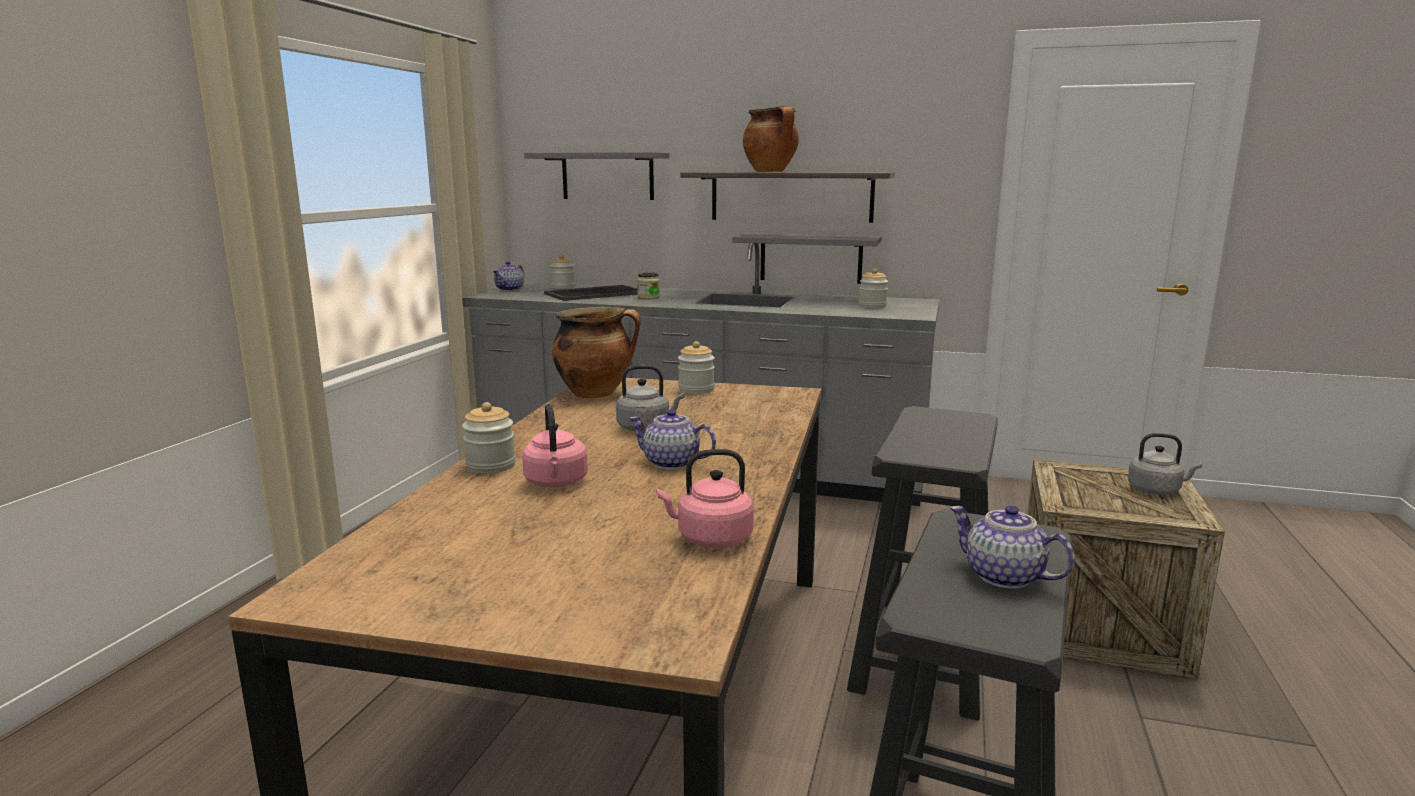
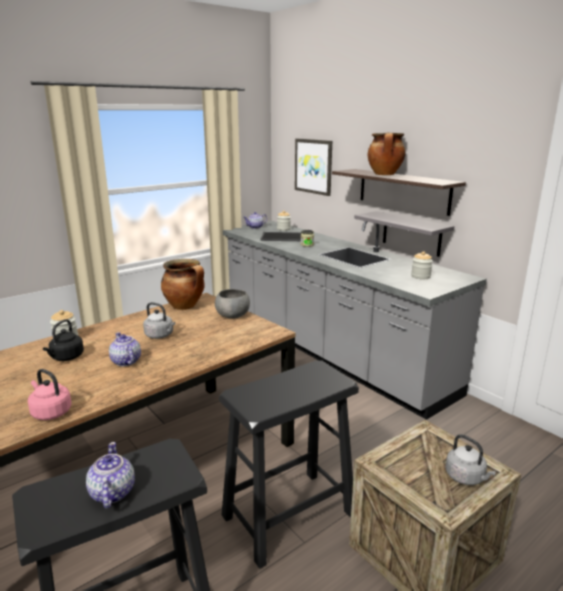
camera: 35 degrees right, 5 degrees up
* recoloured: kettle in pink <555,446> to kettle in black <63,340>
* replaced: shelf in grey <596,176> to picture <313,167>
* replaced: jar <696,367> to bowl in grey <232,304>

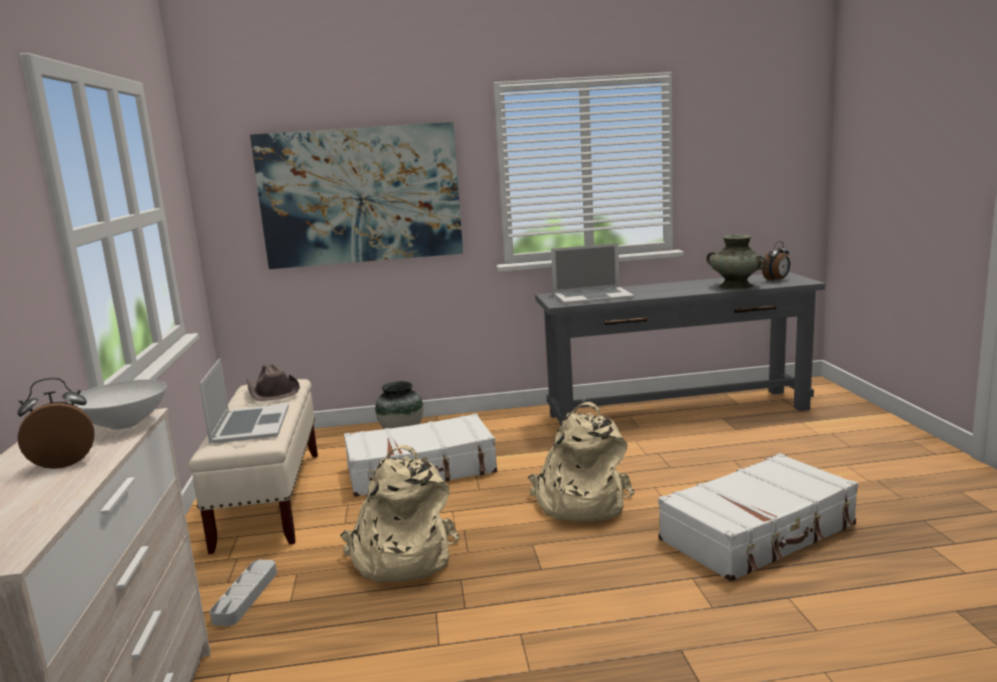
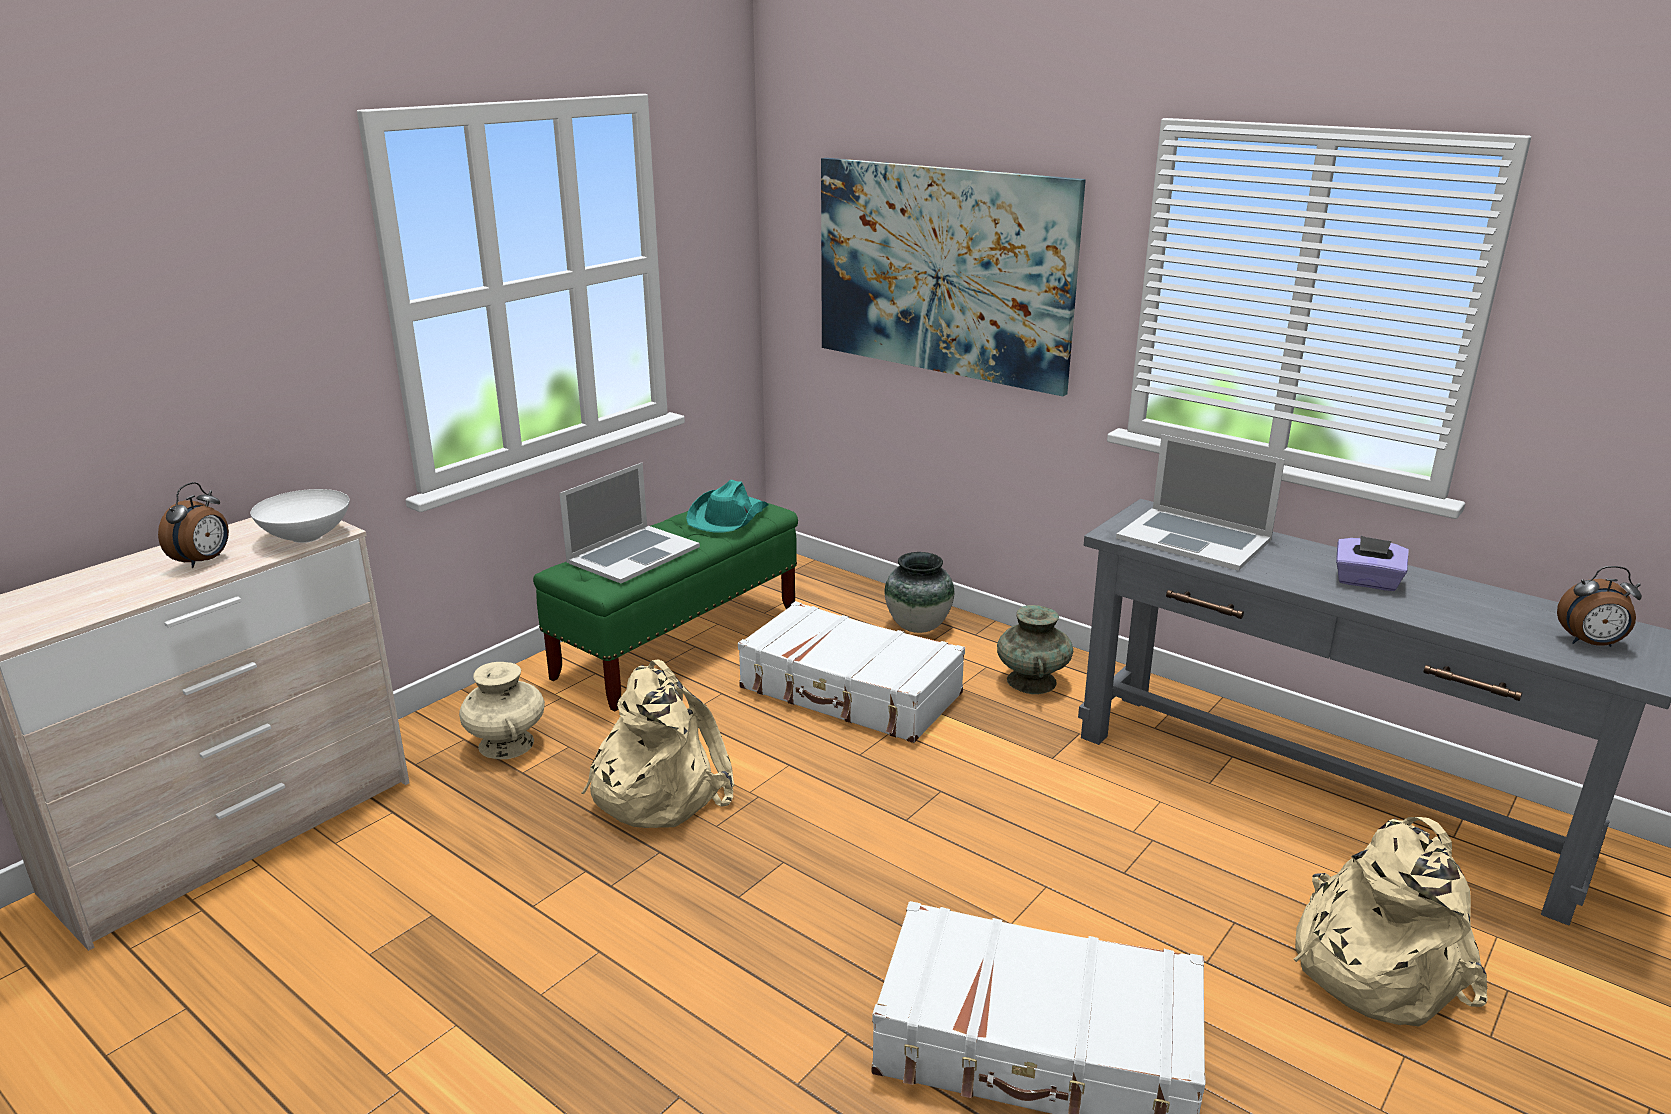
camera: 45 degrees right, 10 degrees up
* turned: alarm clock <55,423> = <193,525> 90 degrees clockwise
* recoloured: bench in beige <253,466> to bench in green <665,607>
* replaced: tray in grey <243,593> to vase in beige <502,710>
* recoloured: hat in brown <273,382> to hat in turquoise <727,506>
* moved: backpack in beige <581,462> to <1390,922>
* moved: vase in turquoise <736,261> to <1035,649>
* added: tissue box in purple <1372,563>

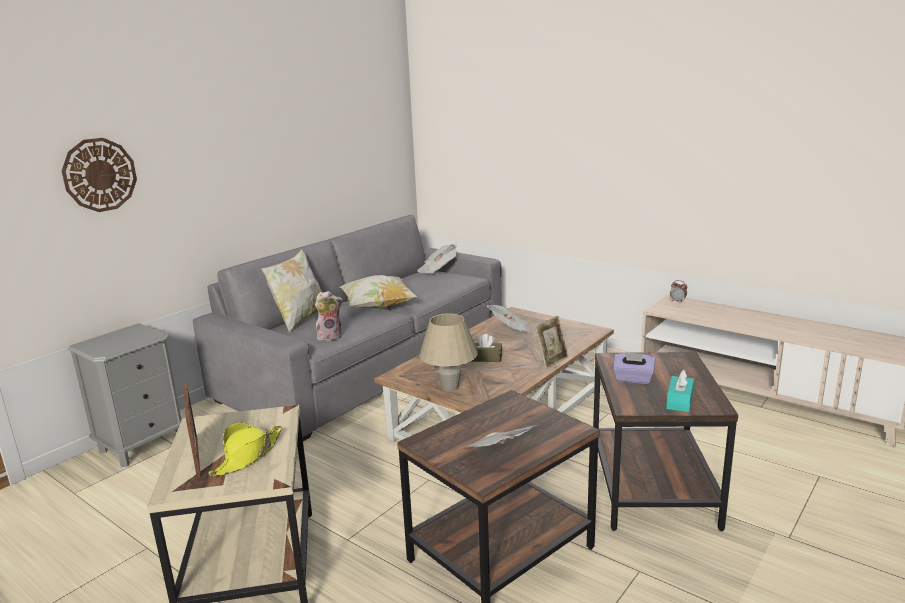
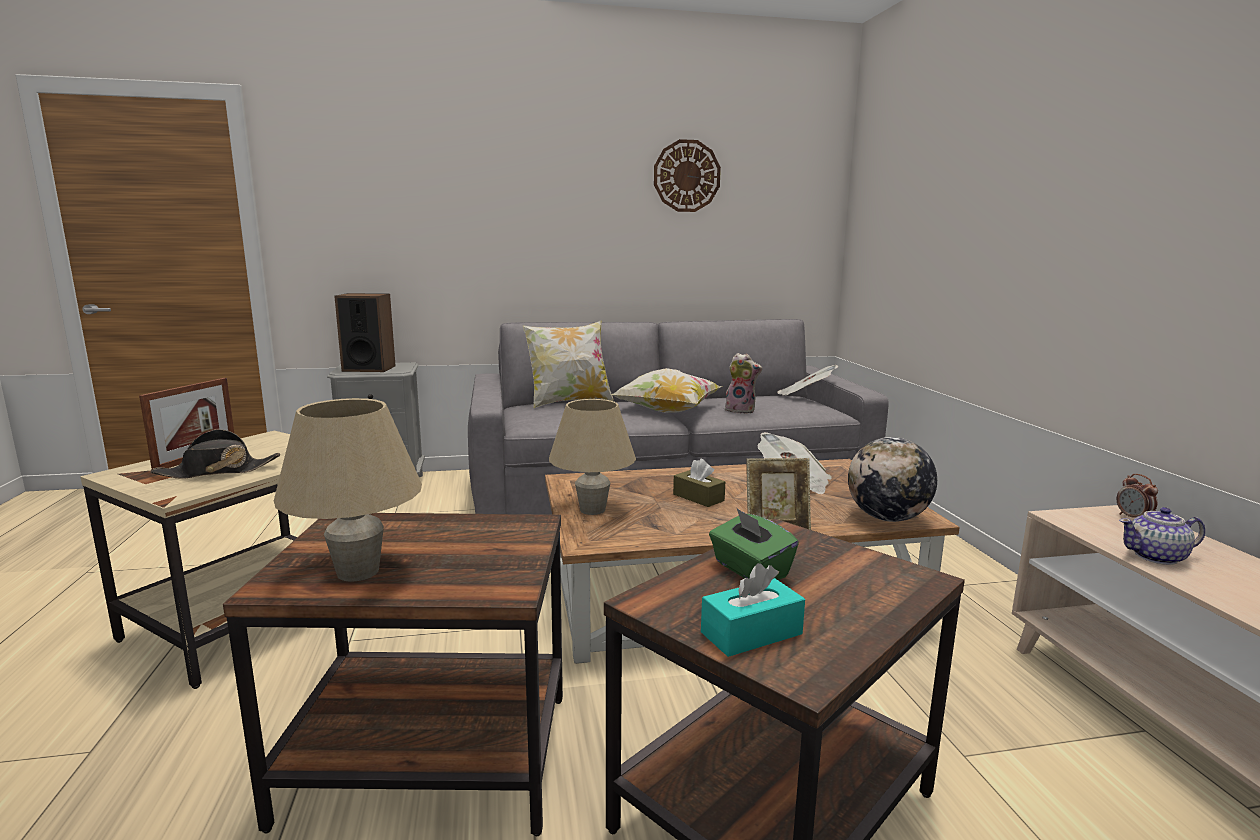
camera: 40 degrees right, 5 degrees down
* moved: wall clock <99,175> to <687,175>
* recoloured: hat in yellow <245,449> to hat in black <215,454>
* moved: plush toy <329,316> to <742,383>
* replaced: newspaper <499,436> to table lamp in beige <348,490>
* recoloured: tissue box in purple <634,368> to tissue box in green <754,544>
* added: speaker <365,332>
* added: globe <892,479>
* added: teapot <1162,536>

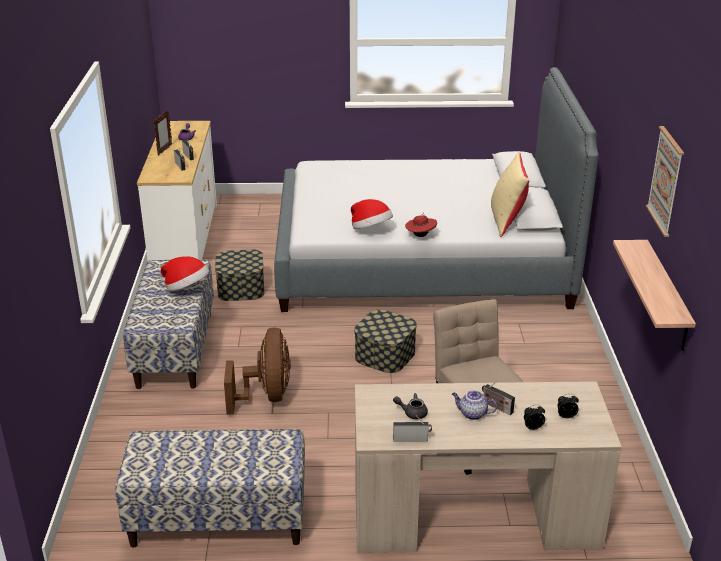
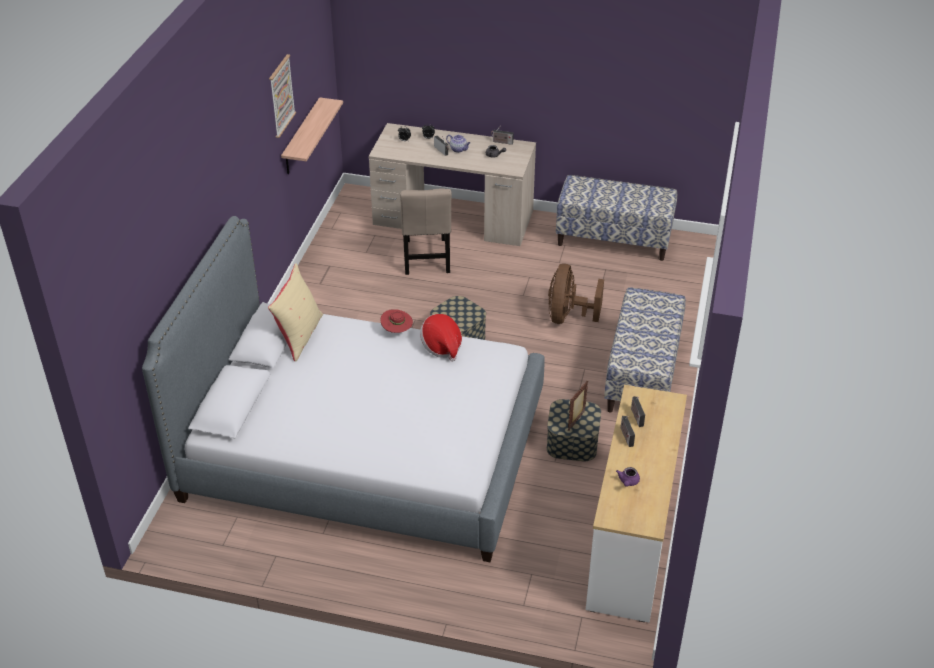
camera: 165 degrees left, 10 degrees up
* moved: picture frame <162,132> to <578,406>
* removed: hat <185,273>

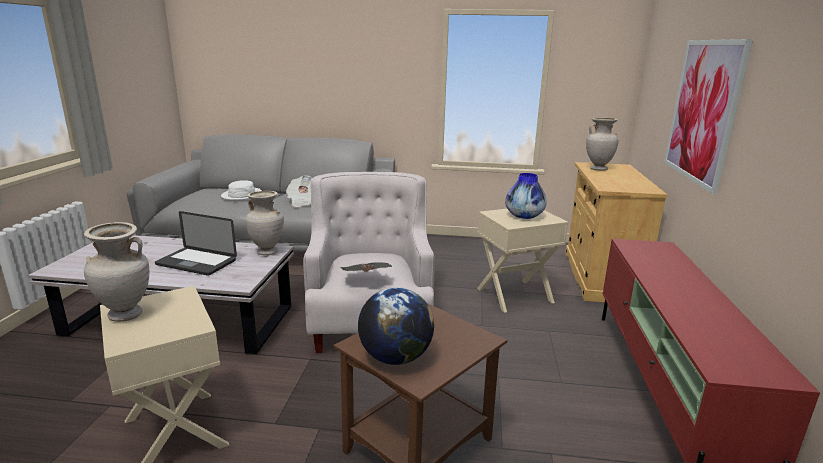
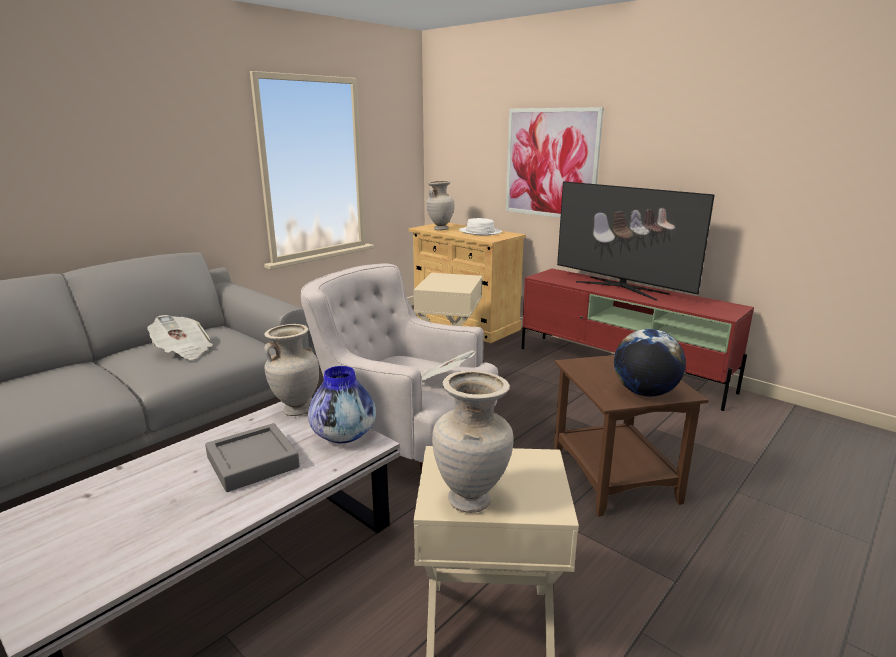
camera: 55 degrees left, 0 degrees up
* replaced: laptop <196,243> to tray in grey <252,457>
* moved: hat in white <241,190> to <480,227>
* moved: vase <526,196> to <342,404>
* added: television <636,240>

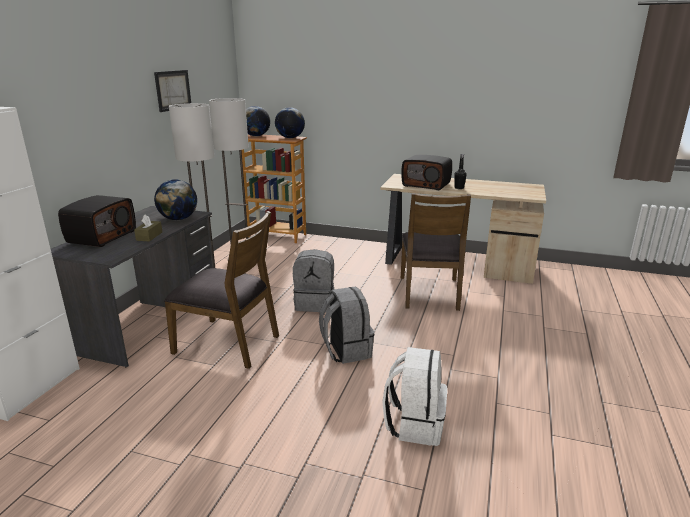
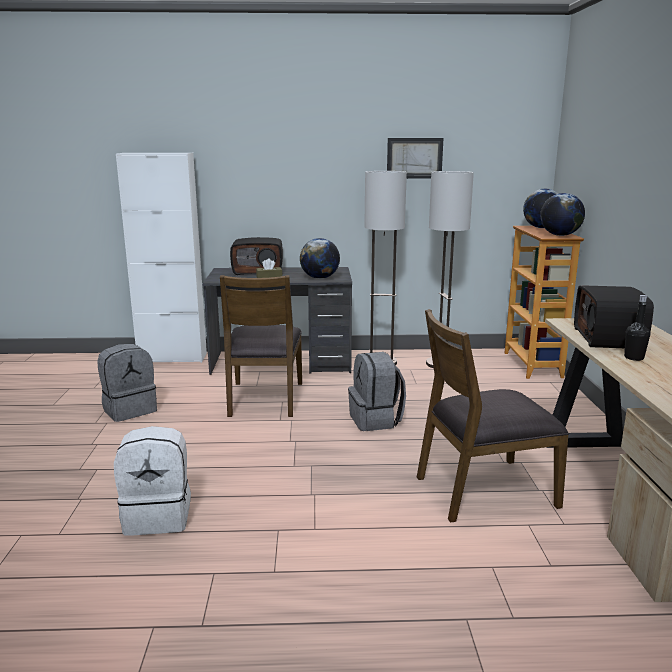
camera: 70 degrees right, 5 degrees down
* moved: backpack in grey <346,325> to <127,383>

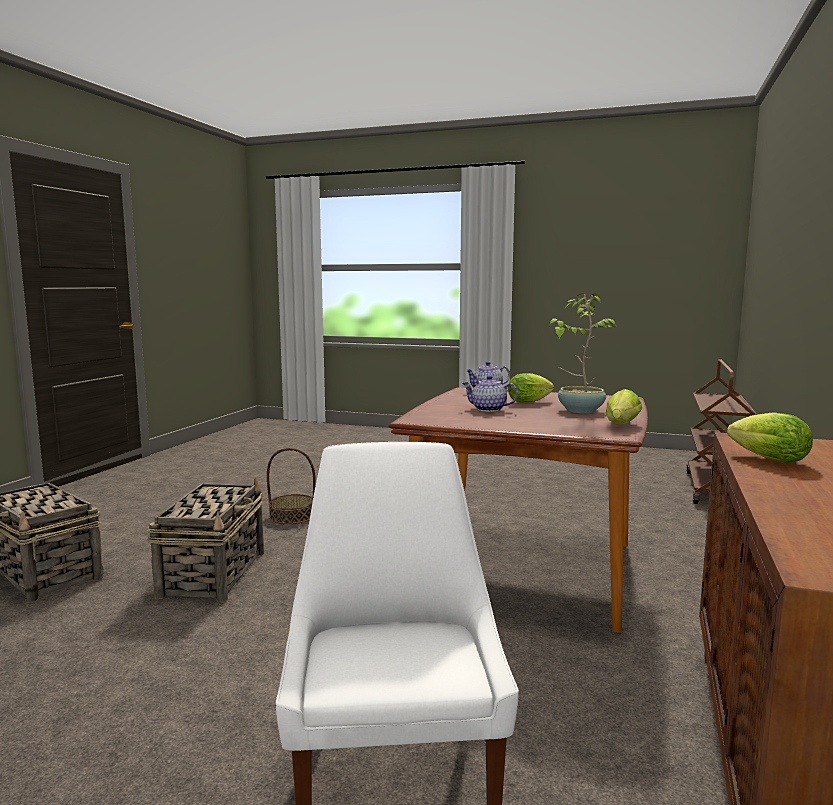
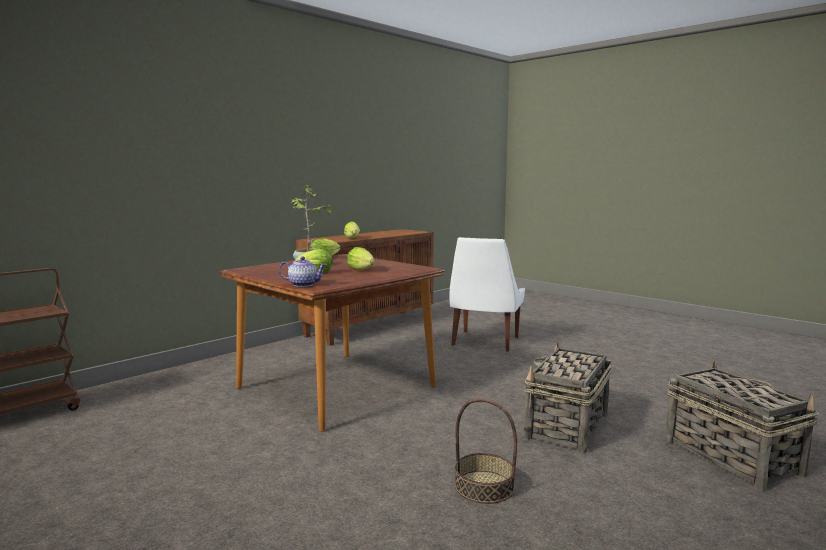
camera: 155 degrees left, 0 degrees up
* replaced: teapot <490,393> to lettuce <361,258>

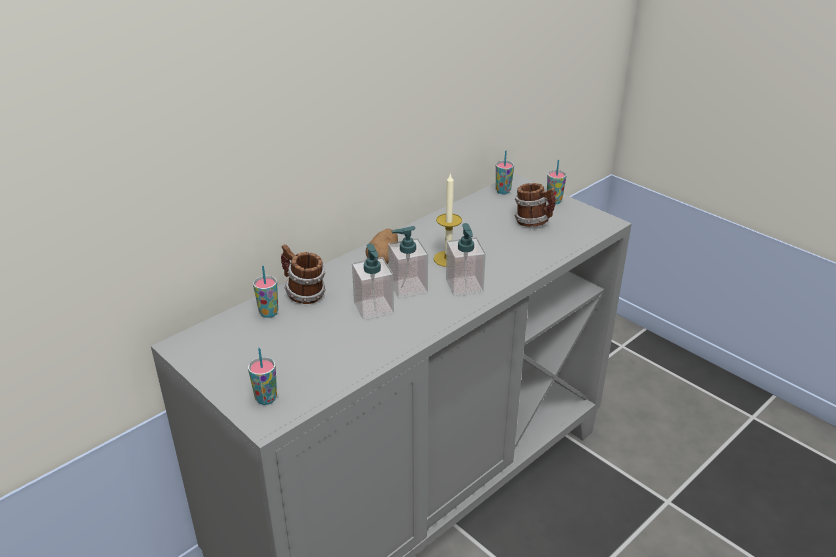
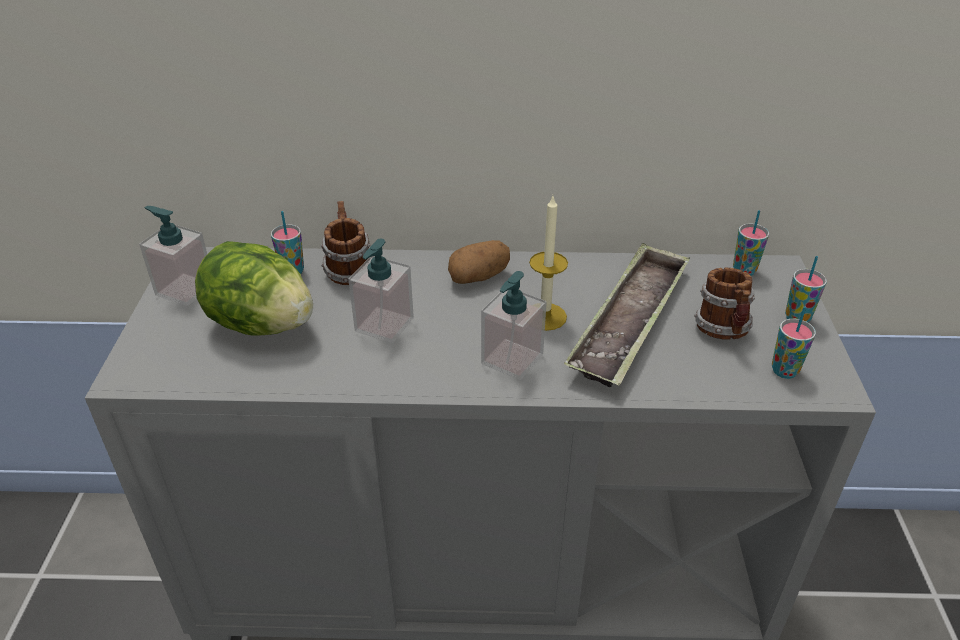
camera: 45 degrees right, 5 degrees up
* moved: cup <262,376> to <794,342>
* moved: soap dispenser <408,262> to <173,256>
* added: lettuce <254,288>
* added: tray <627,315>

